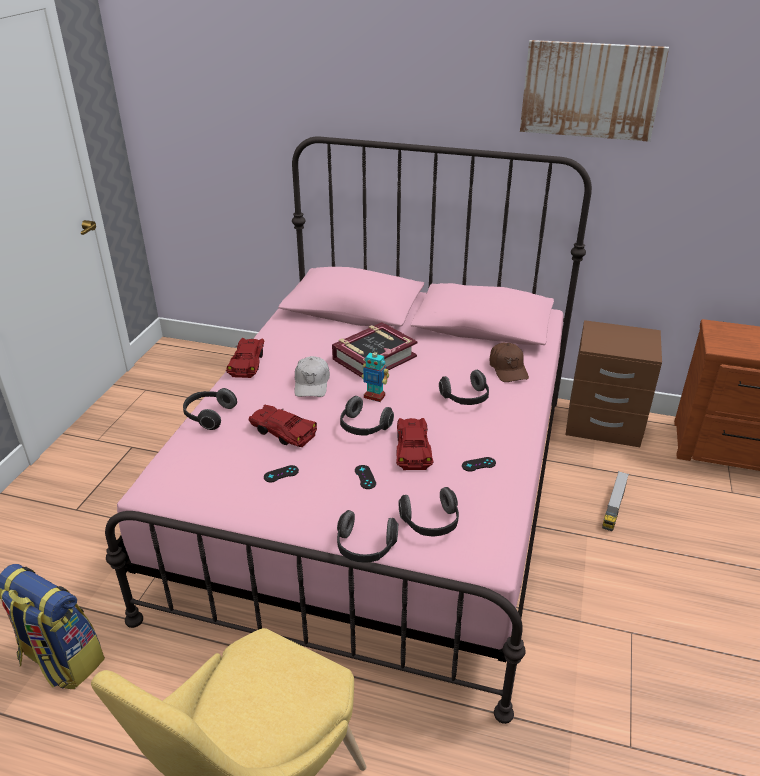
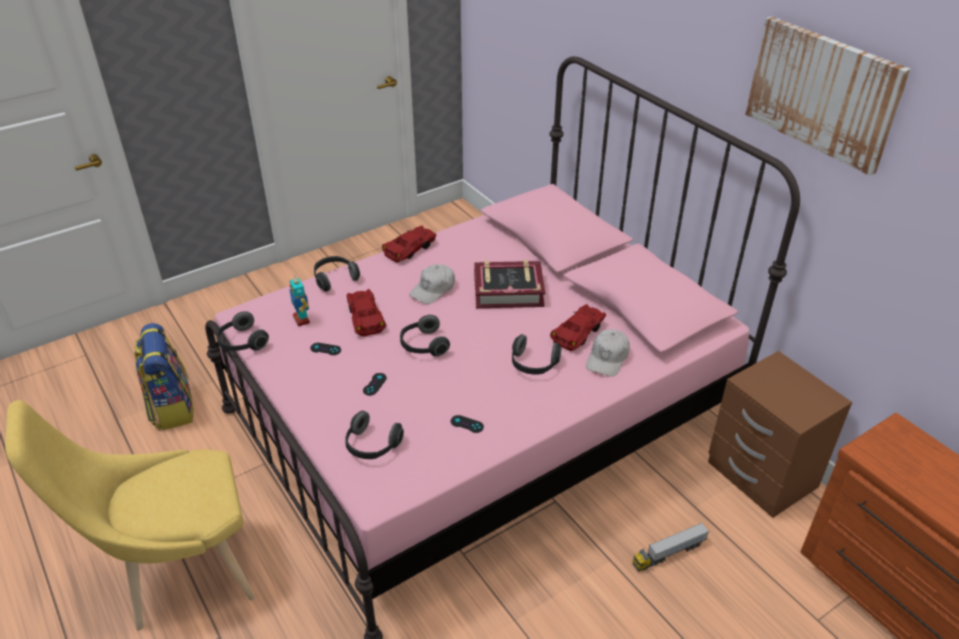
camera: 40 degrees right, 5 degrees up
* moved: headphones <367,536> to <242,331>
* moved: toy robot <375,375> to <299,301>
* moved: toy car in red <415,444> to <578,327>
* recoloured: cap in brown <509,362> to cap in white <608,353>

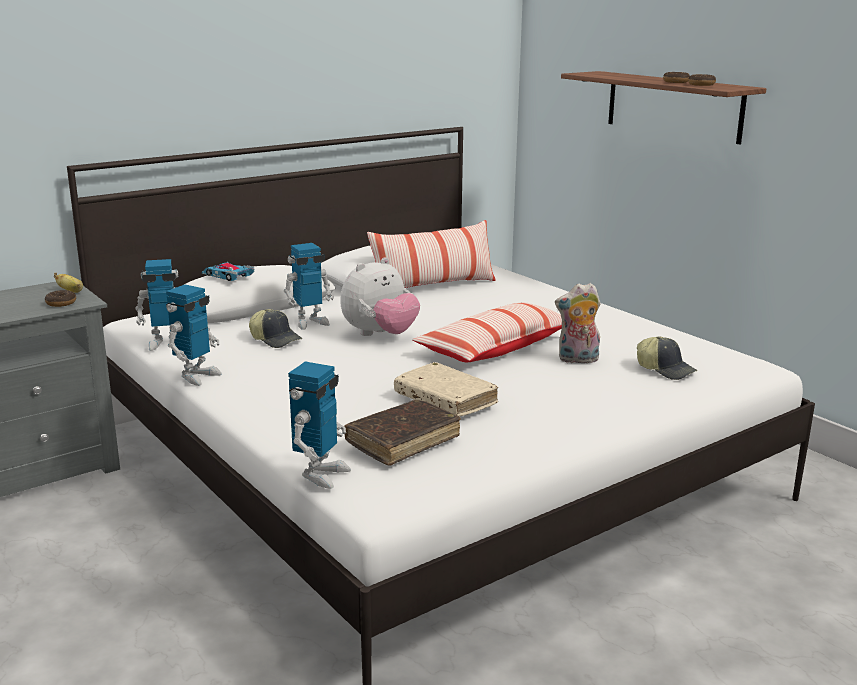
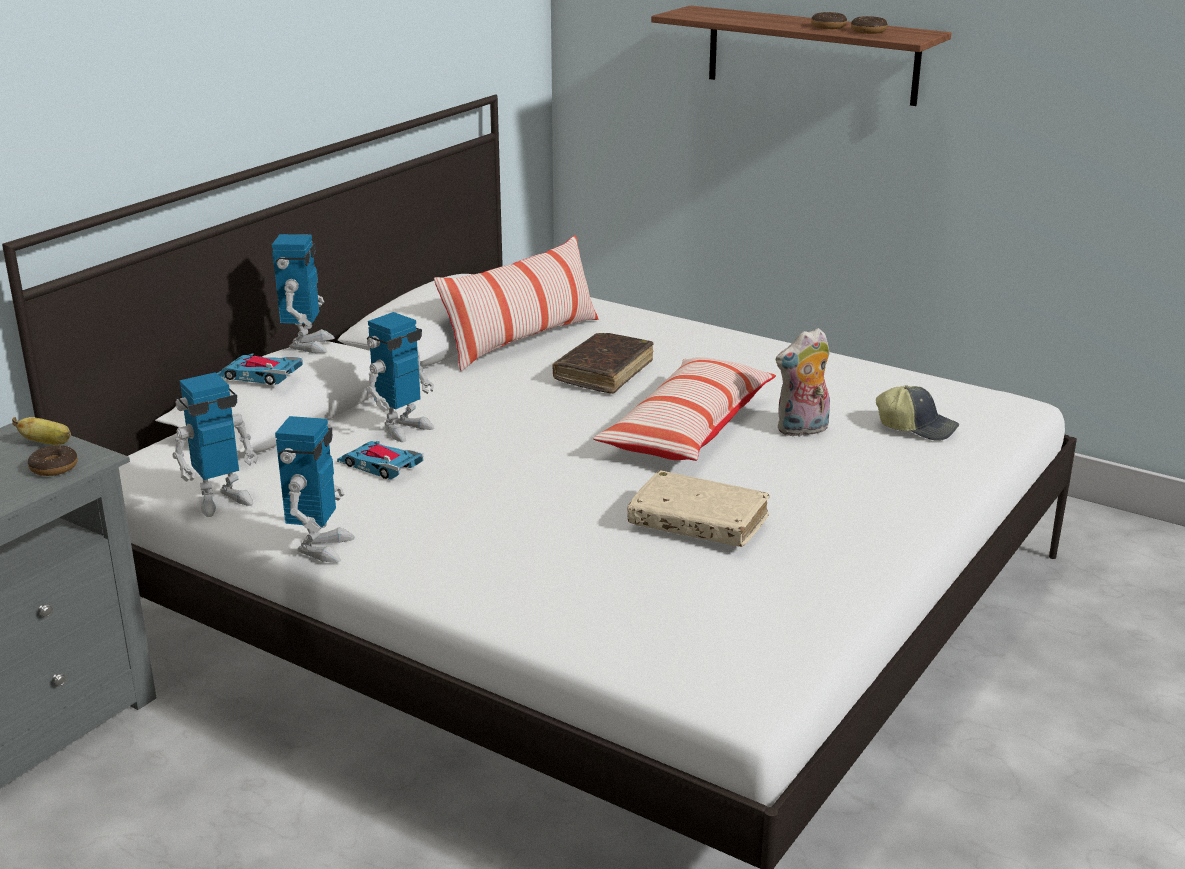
camera: 20 degrees left, 5 degrees up
* replaced: cap <275,328> to toy car <380,460>
* moved: toy robot <319,425> to <303,293>
* removed: plush toy <380,296>
* moved: book in brown <402,433> to <603,363>

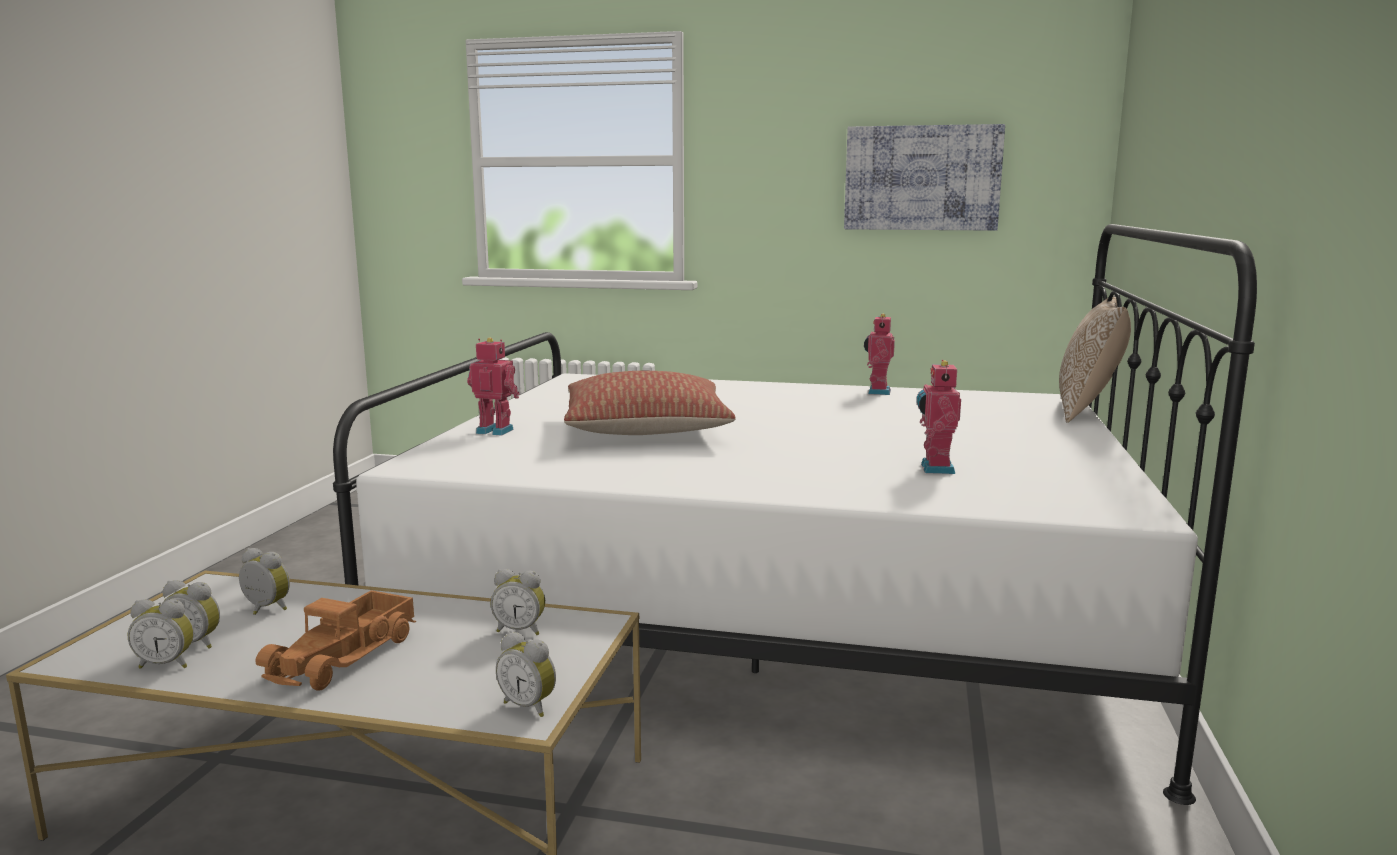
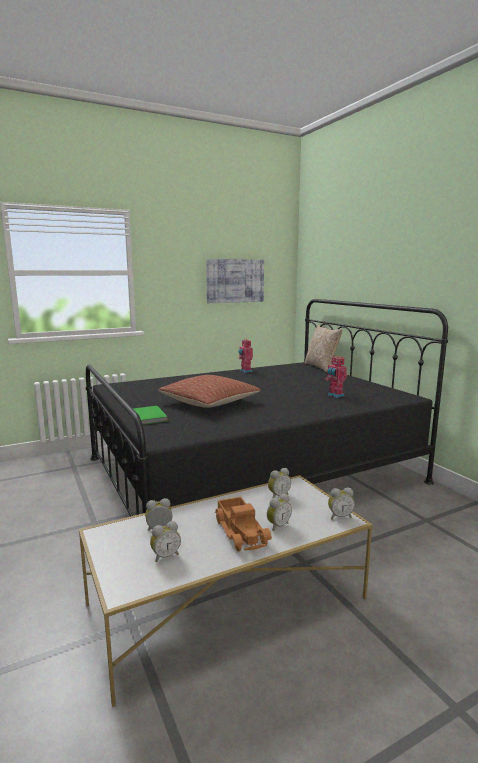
camera: 40 degrees left, 0 degrees up
* moved: alarm clock <161,633> to <279,512>
* recoloured: bed in white <795,514> to bed in black <267,408>
* replaced: toy robot <493,387> to book in green <151,415>

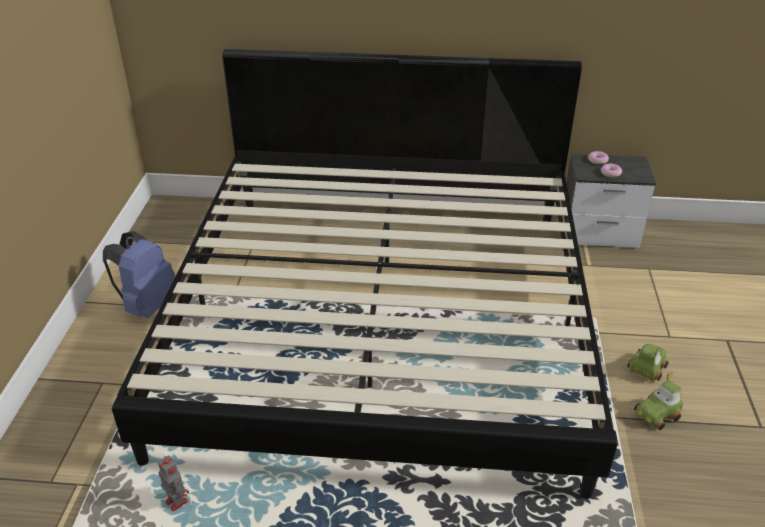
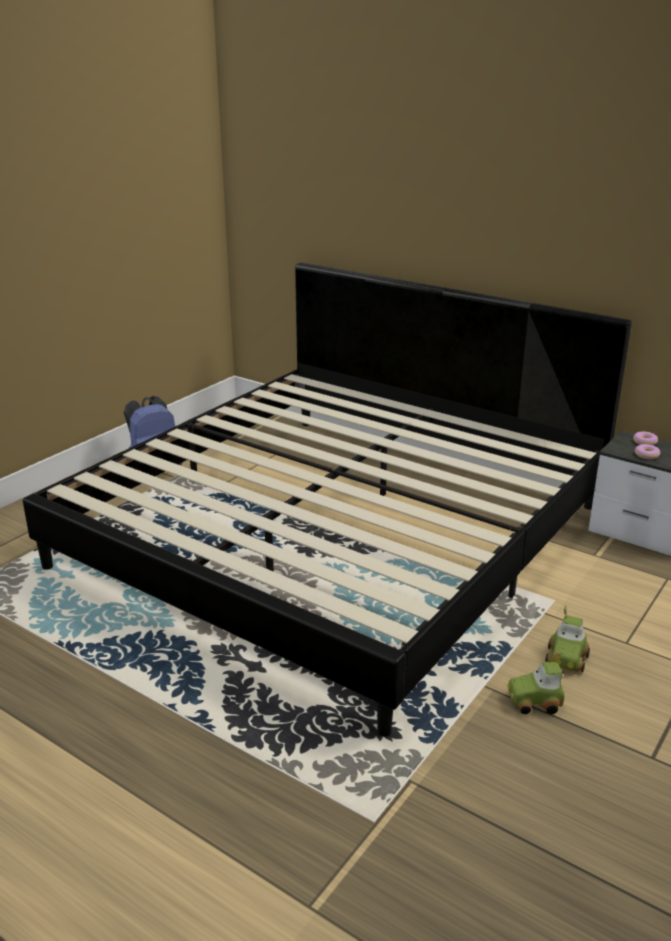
camera: 30 degrees right, 10 degrees down
* removed: toy robot <173,483>
* turned: toy car <648,362> = <567,638> 135 degrees clockwise

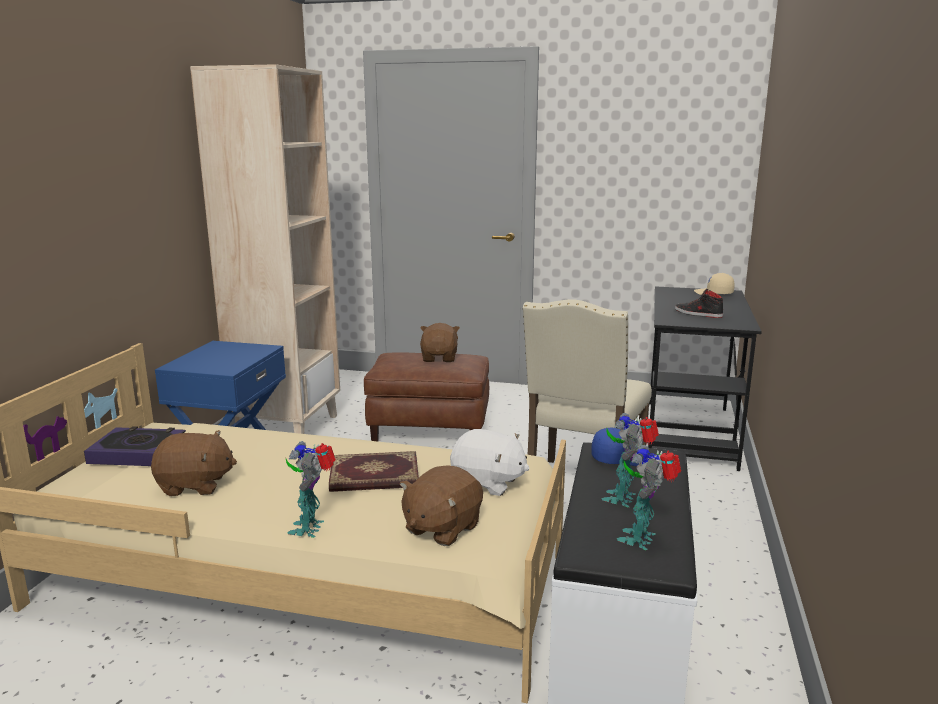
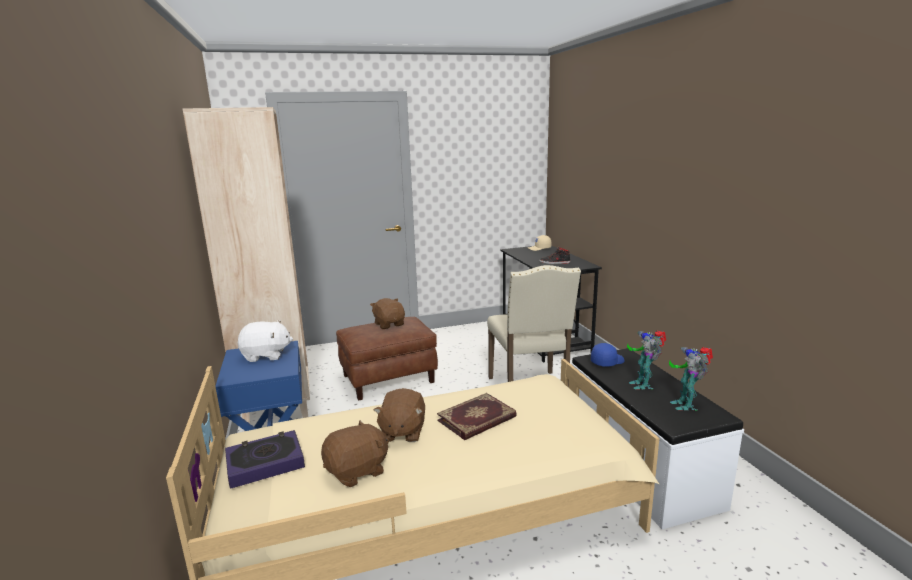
camera: 30 degrees left, 0 degrees up
* removed: toy robot <311,489>
* moved: plush toy in brown <441,505> to <399,415>
* moved: plush toy in white <490,462> to <265,341>

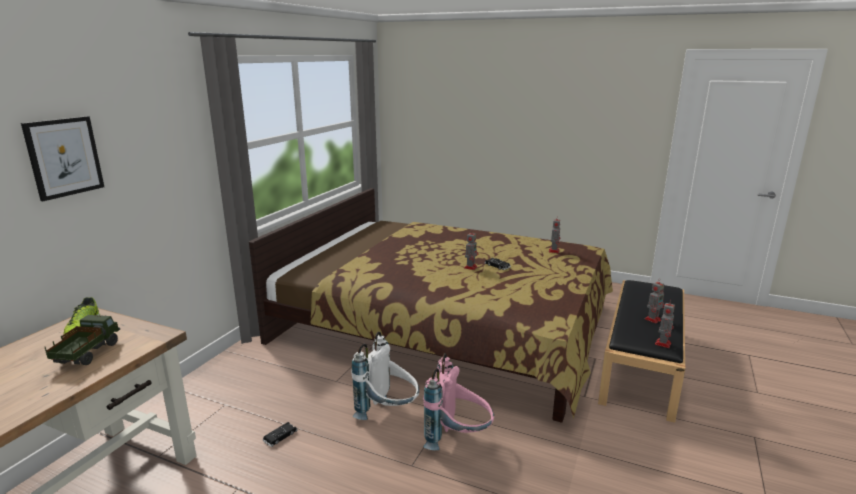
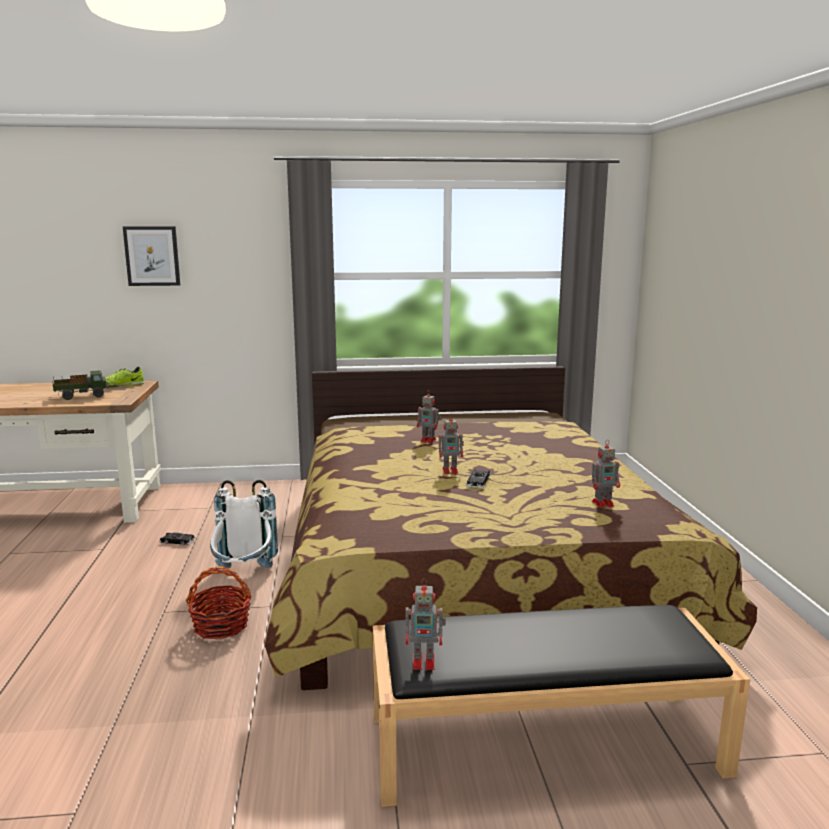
camera: 60 degrees right, 5 degrees down
* replaced: backpack in pink <458,401> to basket <219,603>
* moved: toy robot <655,301> to <429,418>

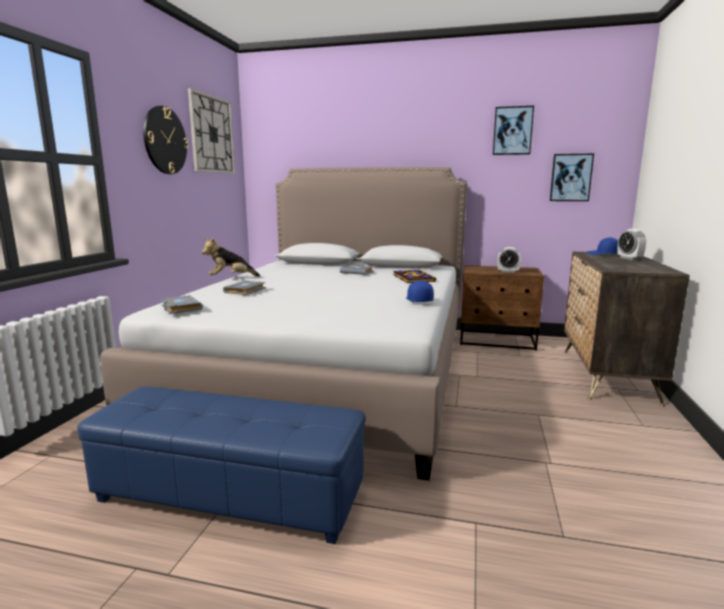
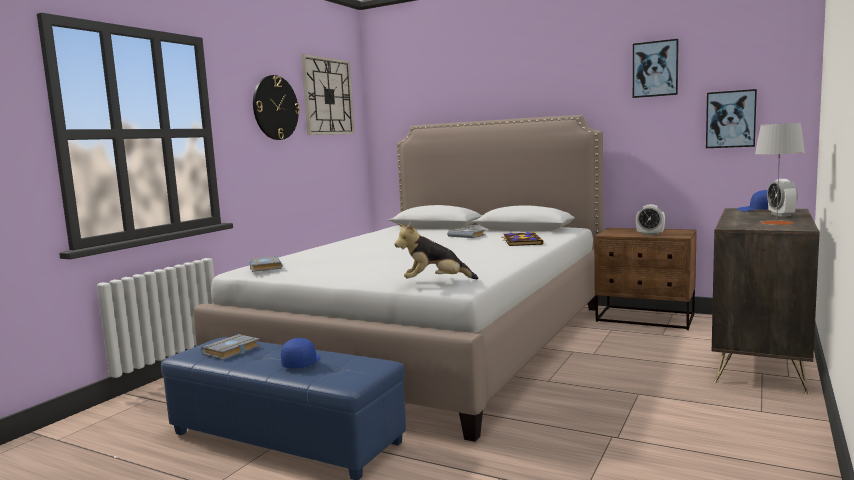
camera: 15 degrees right, 5 degrees down
* moved: plush toy <231,257> to <436,251>
* moved: book in grey <244,288> to <230,347>
* moved: cap in blue <420,291> to <301,353>
* added: table lamp in grey <780,174>

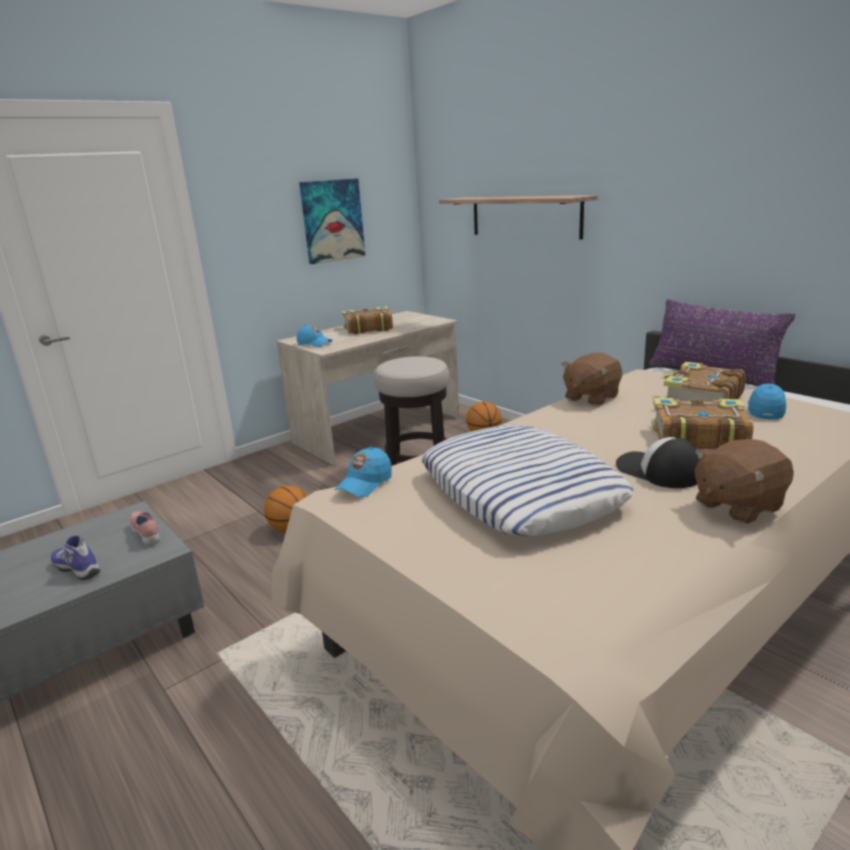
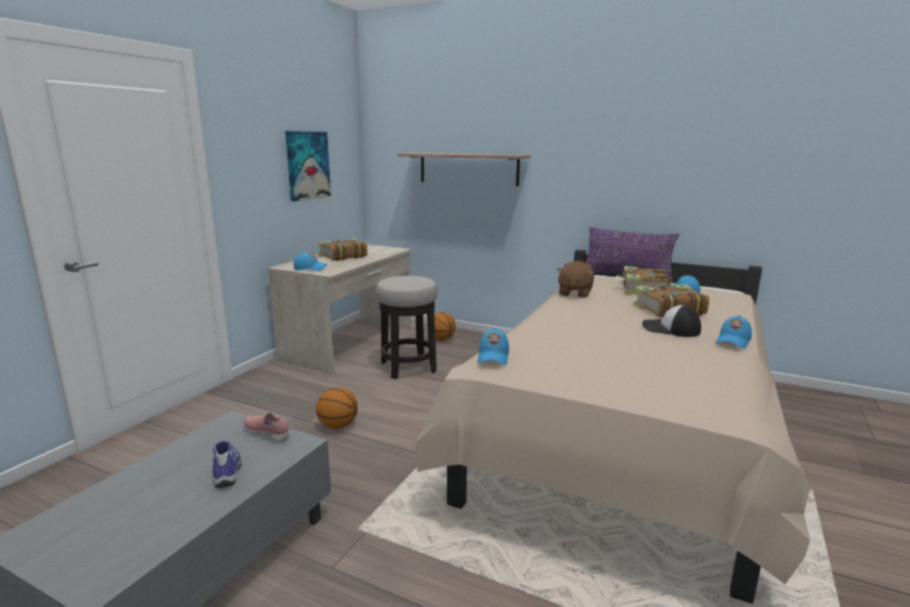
camera: 25 degrees left, 5 degrees down
* turned: shoe <75,558> = <227,464> 60 degrees clockwise
* removed: pillow <527,480>
* replaced: plush toy in brown <744,481> to cap in blue <734,332>

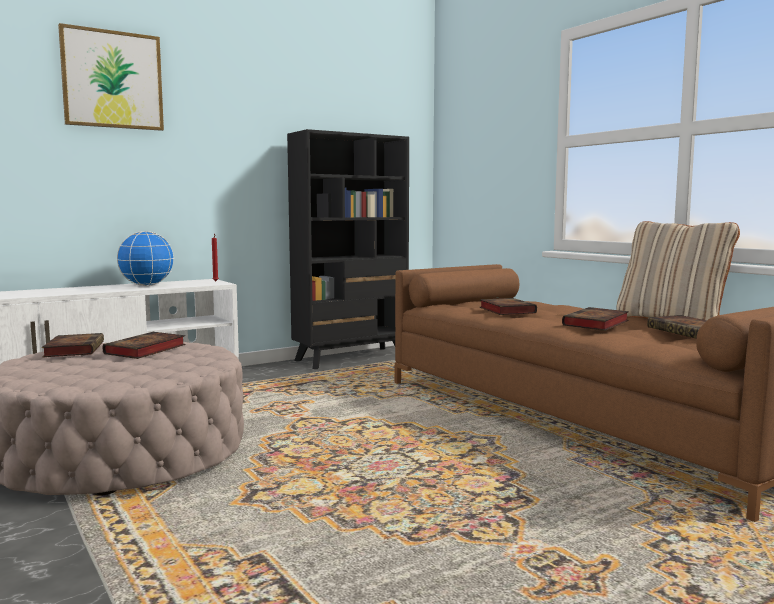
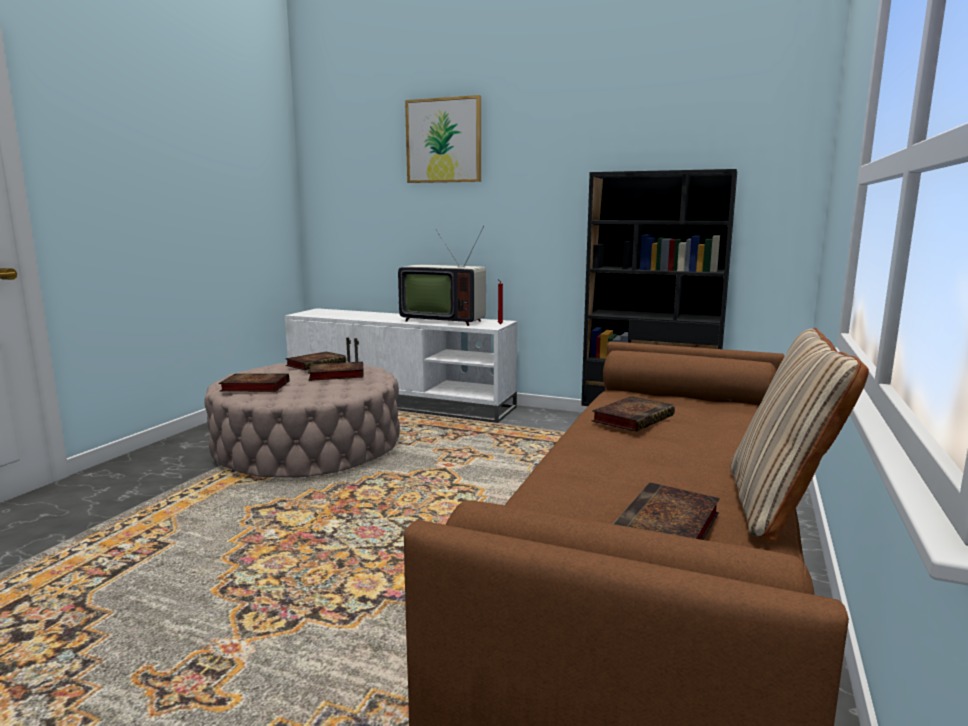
camera: 55 degrees right, 5 degrees up
* replaced: globe <145,258> to television <442,276>
* moved: book <595,319> to <254,383>

